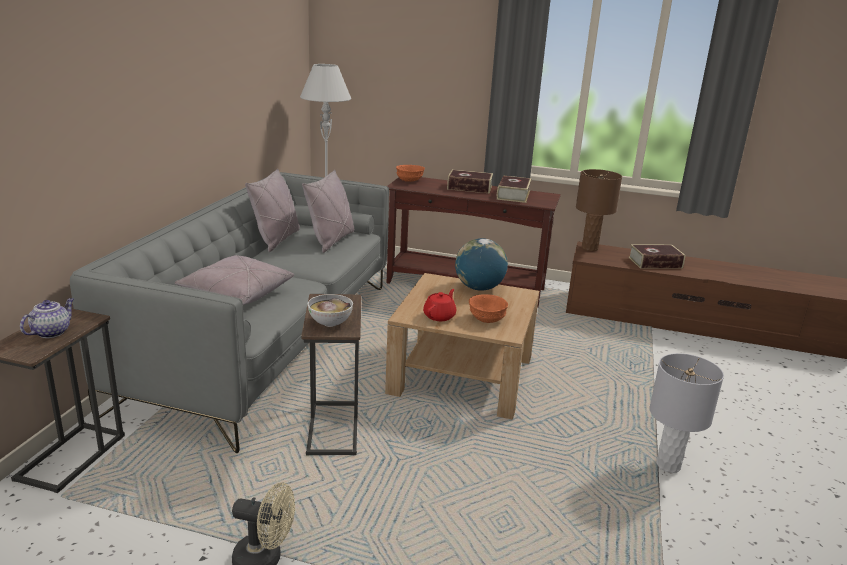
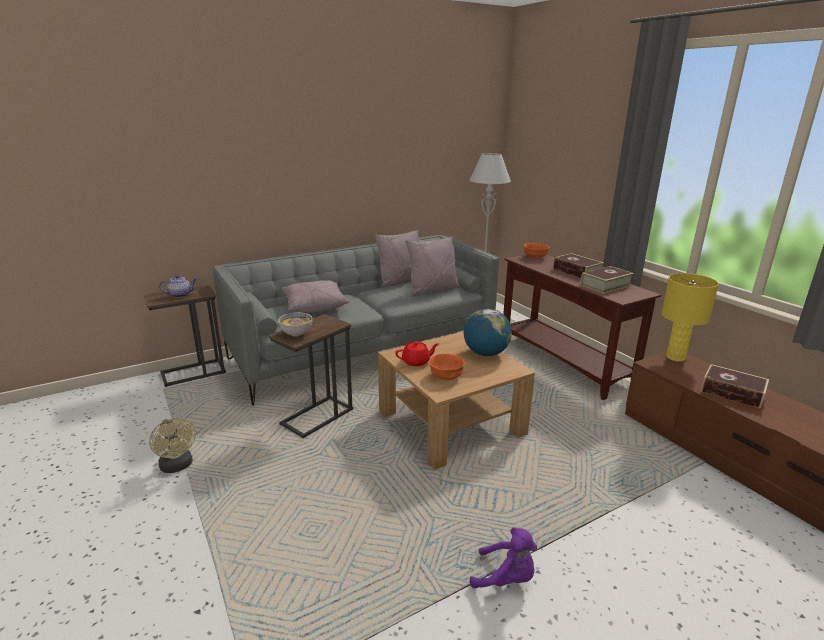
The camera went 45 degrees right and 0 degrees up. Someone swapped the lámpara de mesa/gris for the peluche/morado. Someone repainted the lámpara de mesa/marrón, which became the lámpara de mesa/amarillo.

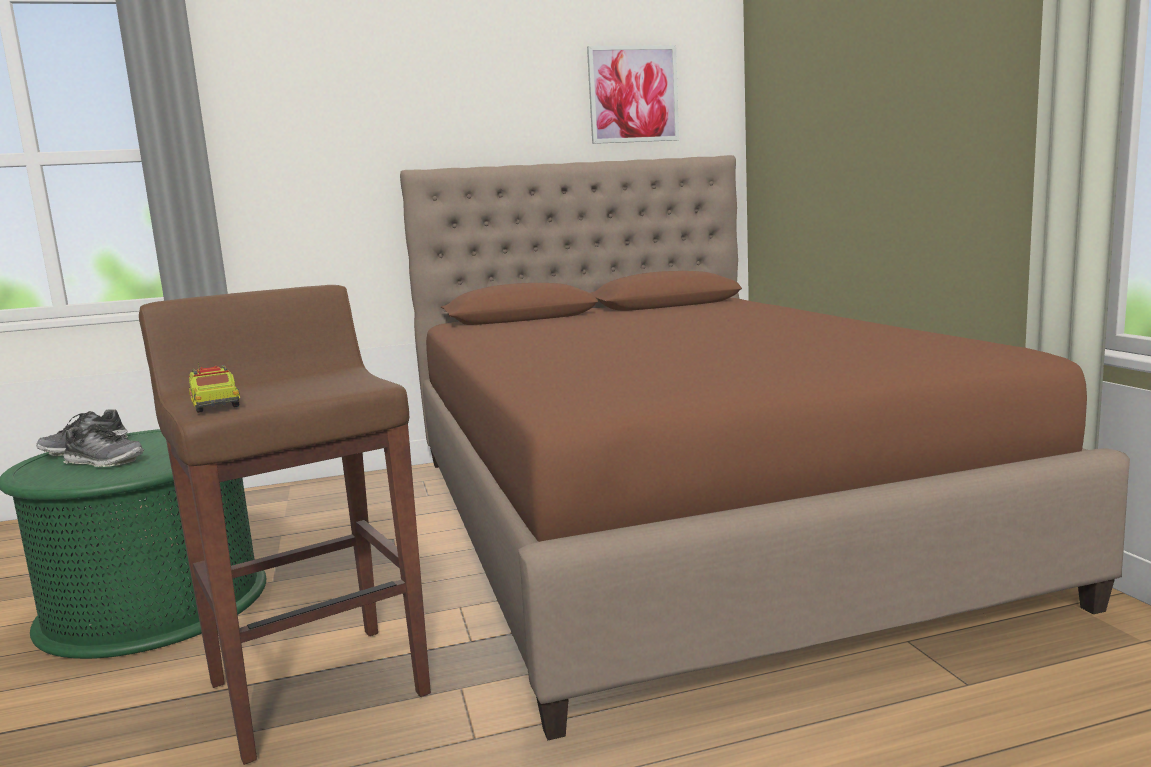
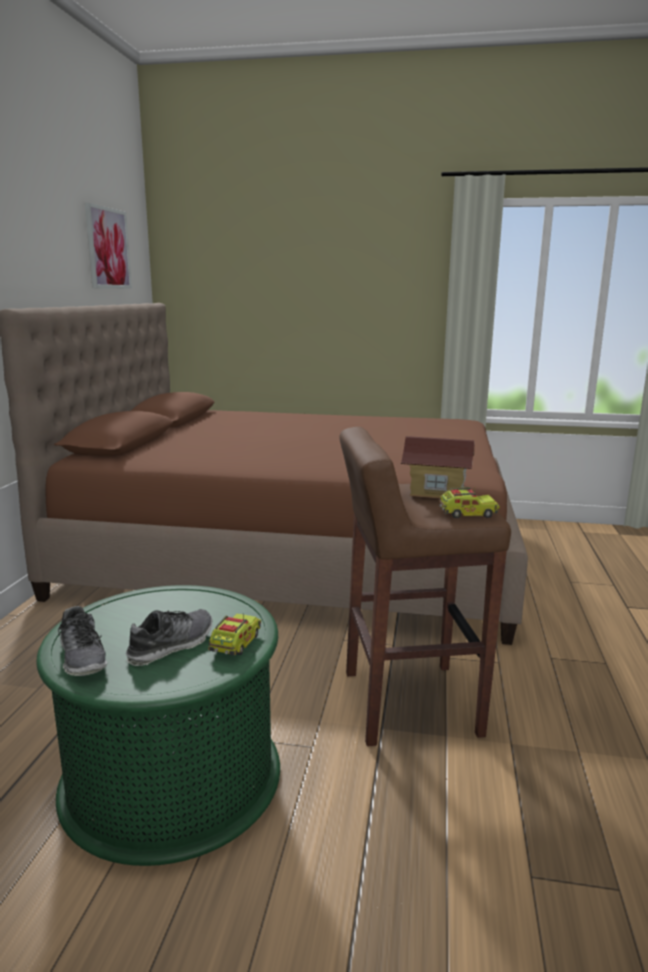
The camera went 65 degrees left and 5 degrees up. Someone put down the camión de juguete (no. 1 from left). Someone put down the casita.

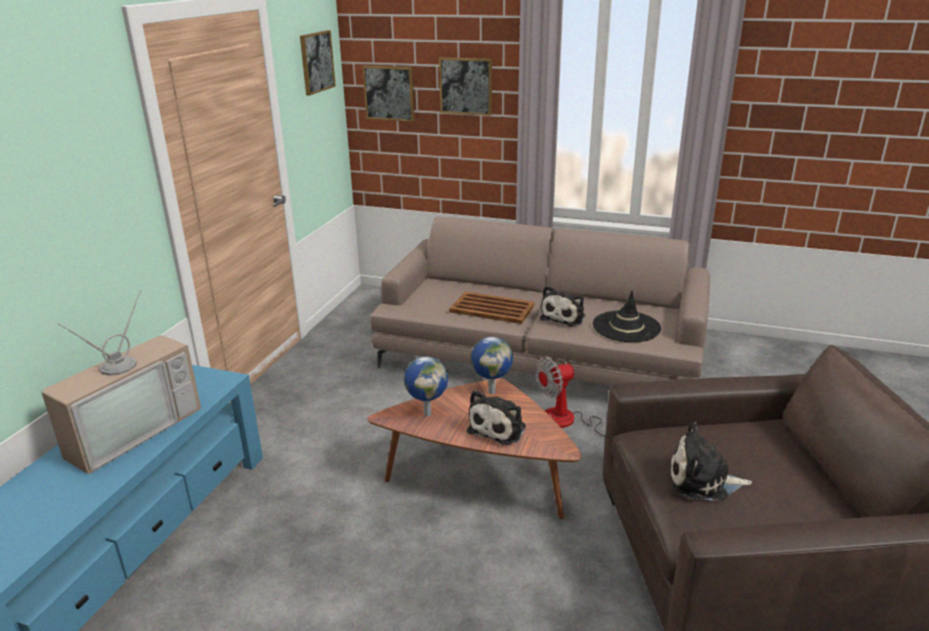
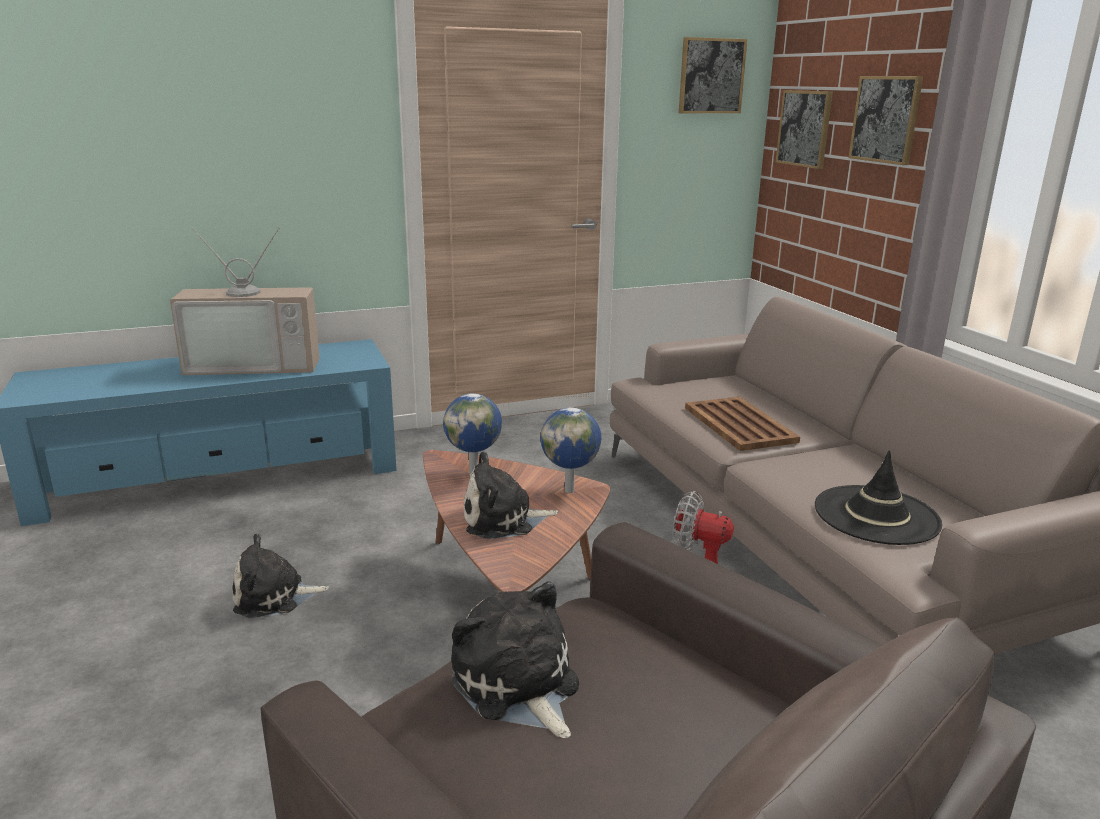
The camera went 50 degrees right and 5 degrees down. Someone carried the peluche (no. 2 from left in the first image).

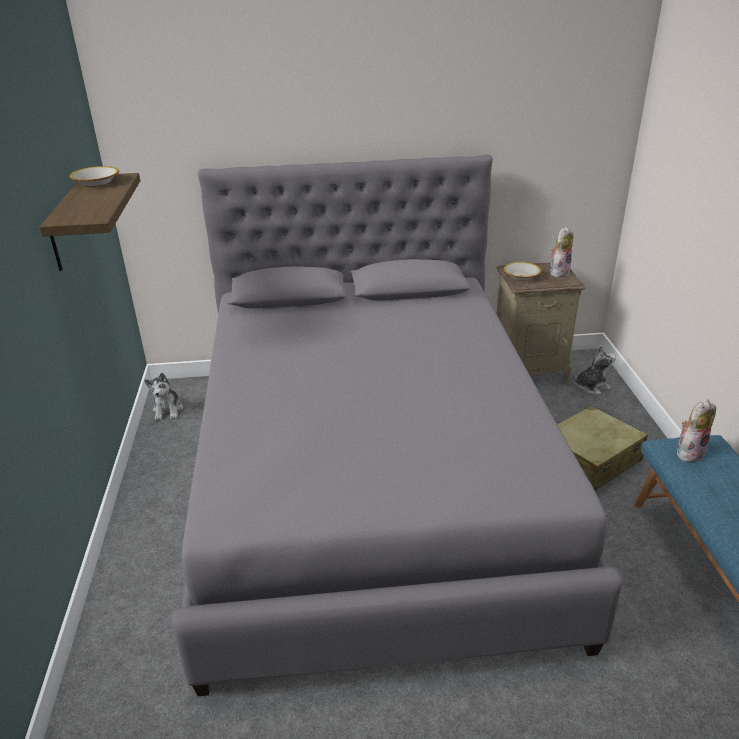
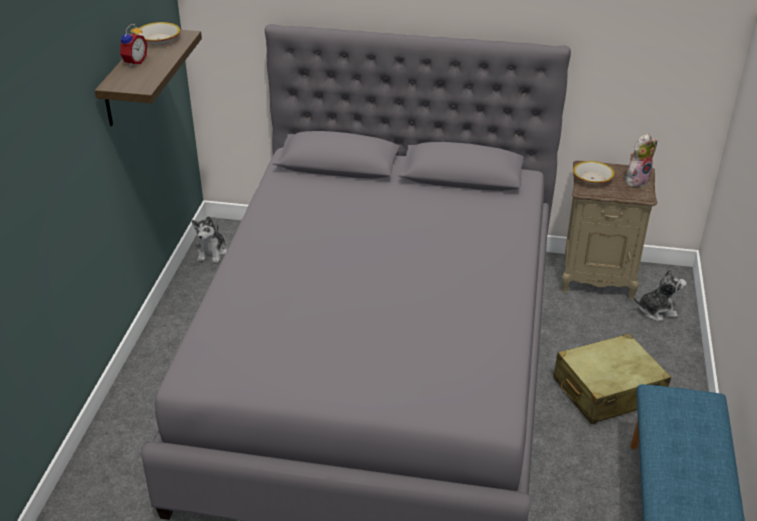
The camera went 15 degrees right and 5 degrees up. Someone put down the despertador. Someone took away the peluche (no. 4 from left).

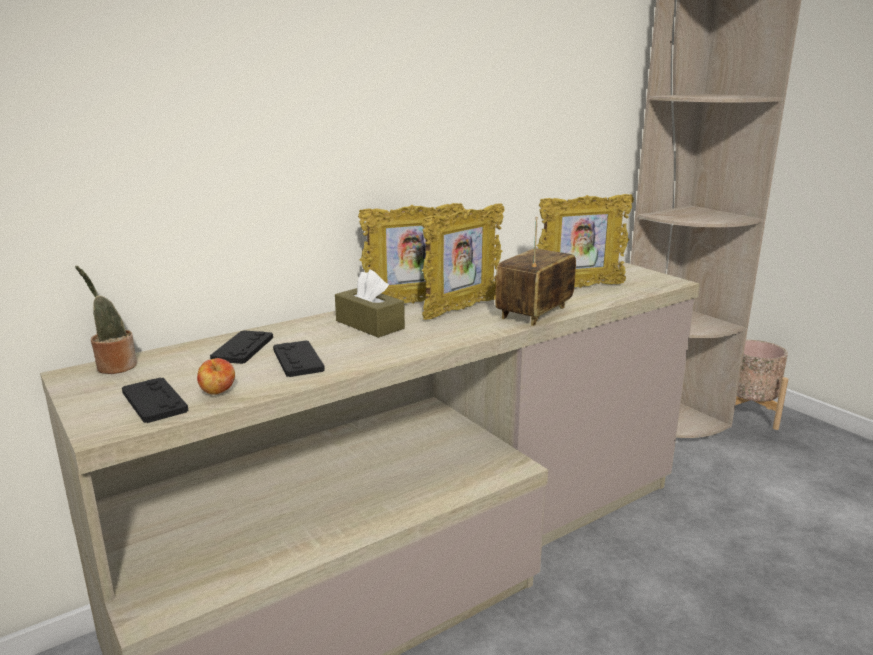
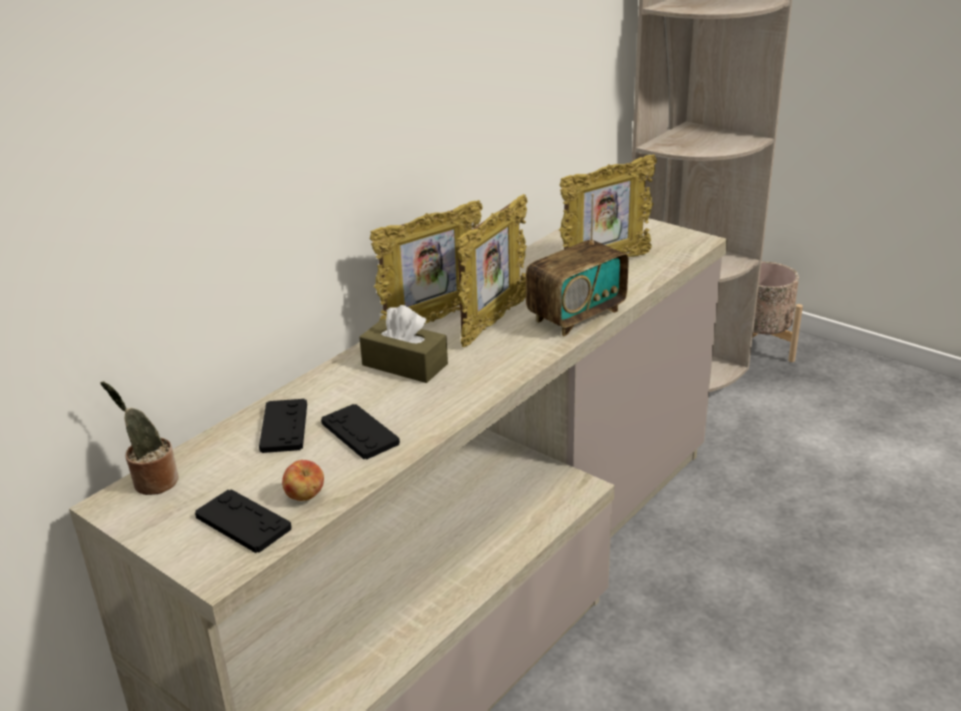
The camera went 15 degrees left and 10 degrees up. Someone rotated the radio by 150 degrees counterclockwise.

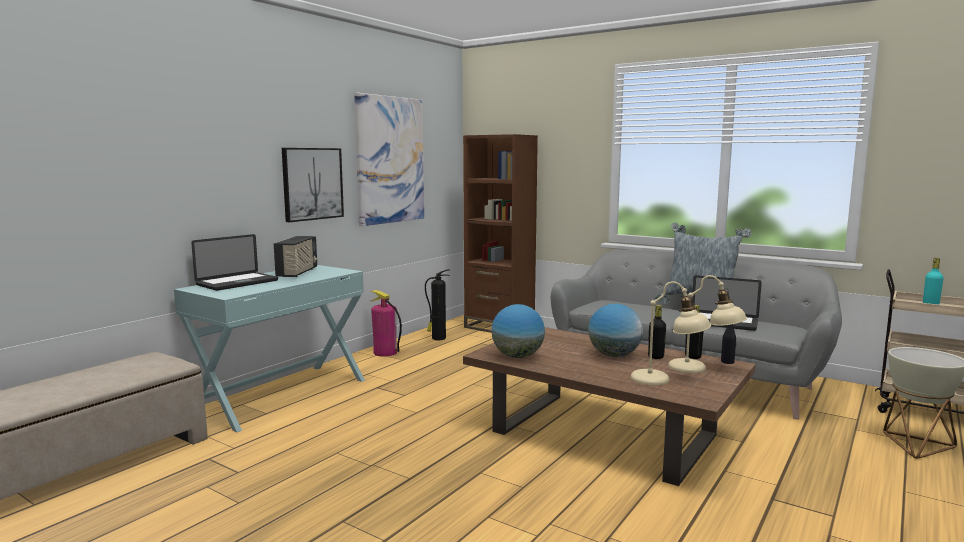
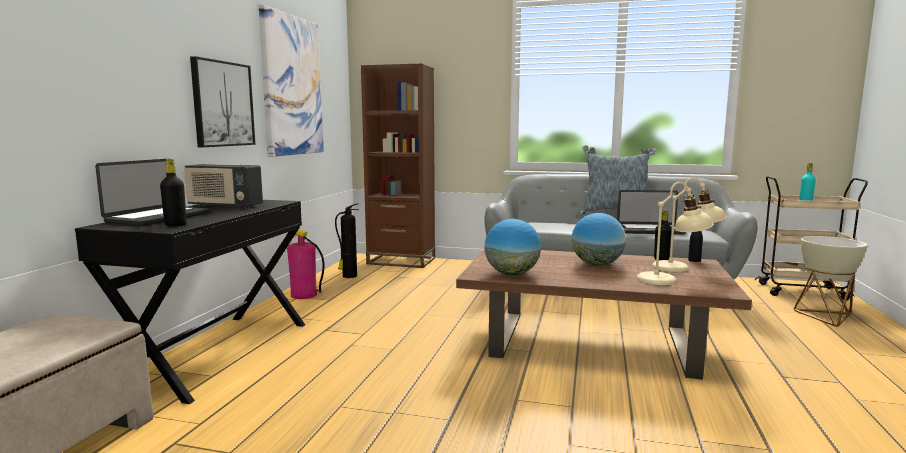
The camera went 20 degrees left and 0 degrees up. Someone repainted the escritorio/turquesa, which became the escritorio/negro. Someone carried the botella/negro (no. 1 from left). Someone rotated the radio by 120 degrees clockwise.

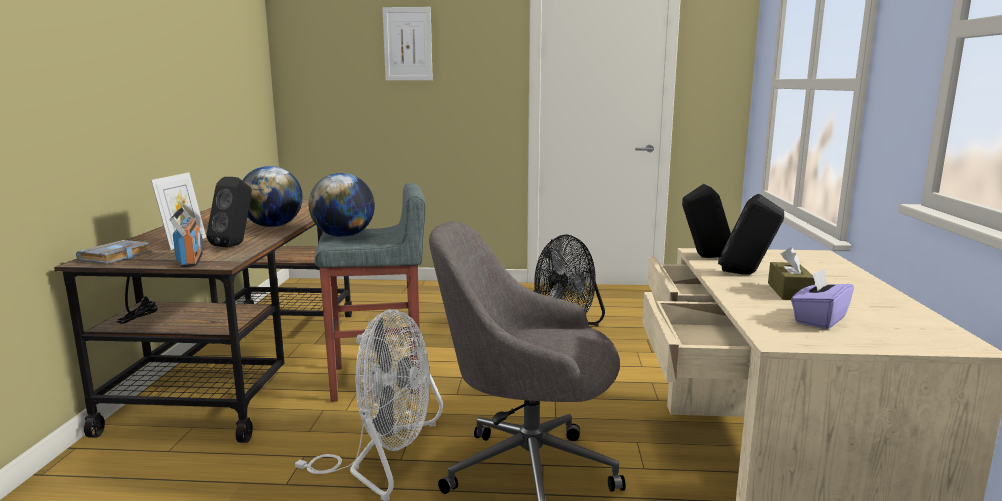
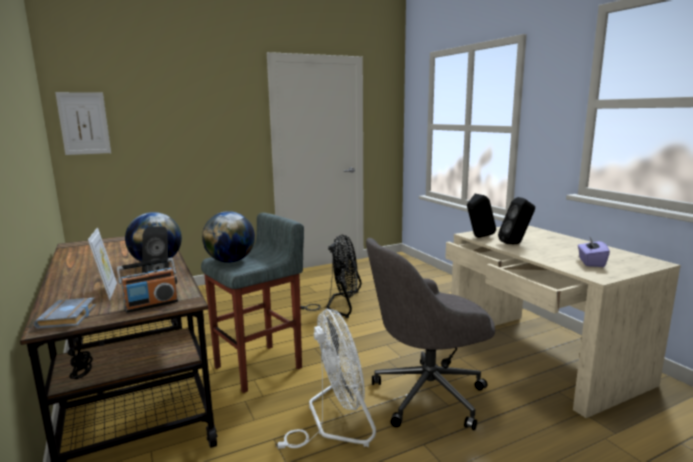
The camera went 30 degrees left and 0 degrees up. Someone carried the cuadro. Someone rotated the radio by 105 degrees clockwise. Someone took away the caja de pañuelos/marrón.

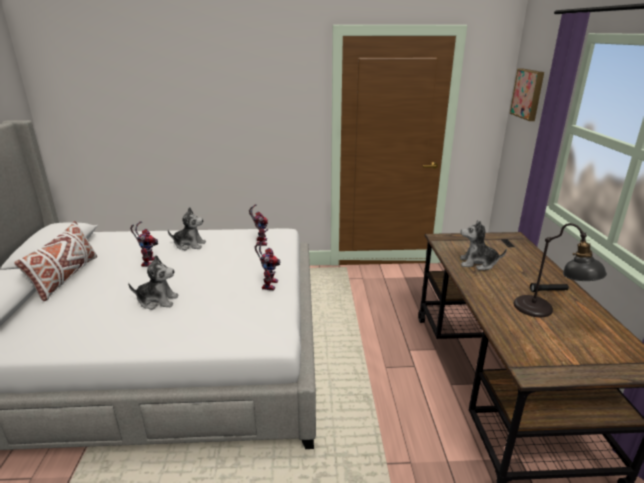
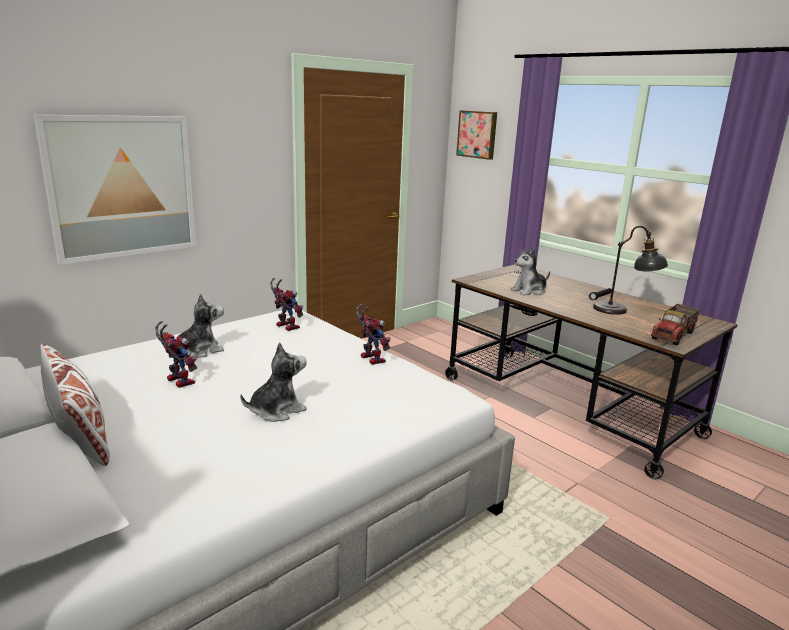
The camera went 40 degrees left and 5 degrees down. Someone put up the cuadro (no. 1 from left). Someone put down the camión de juguete.

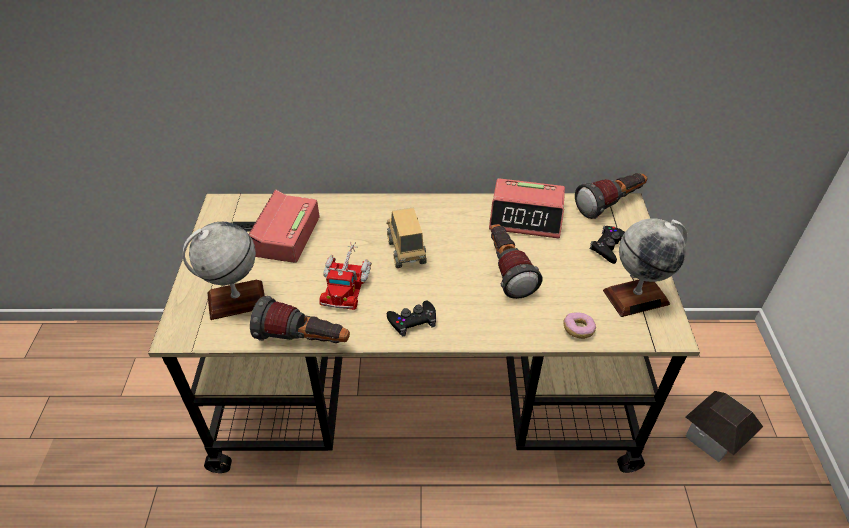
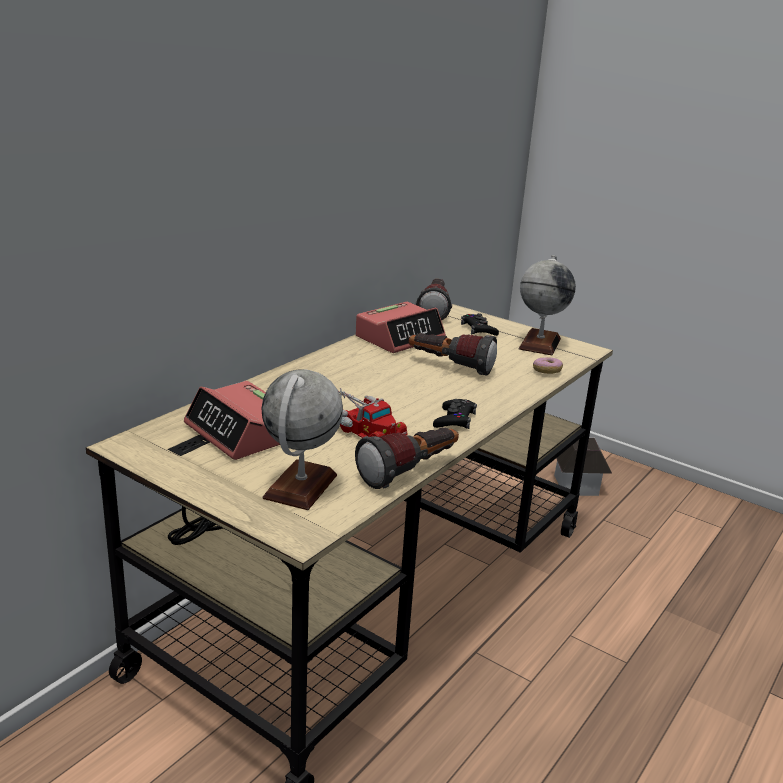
The camera went 55 degrees left and 20 degrees down. Someone took away the camión de juguete (no. 2 from left).

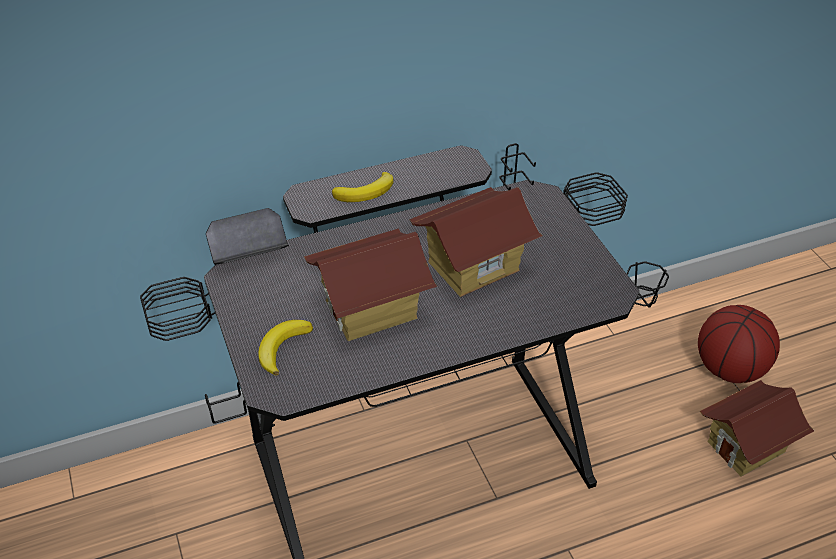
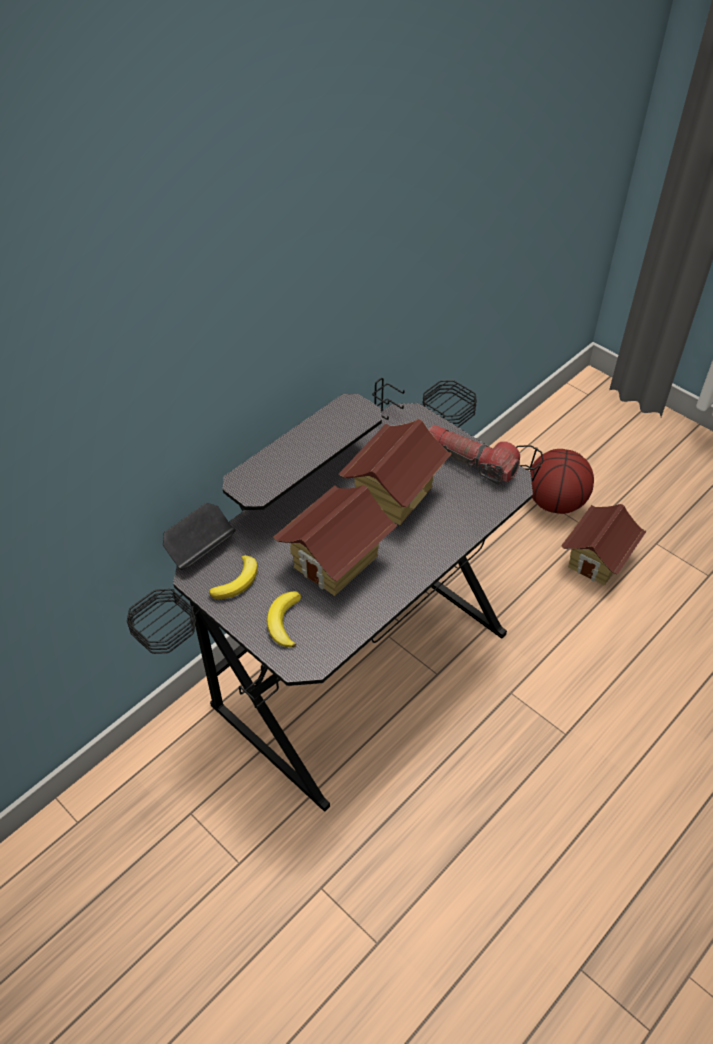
The camera went 25 degrees left and 5 degrees up. Someone carried the plátano (no. 2 from left in the first image). Someone put down the linterna.

